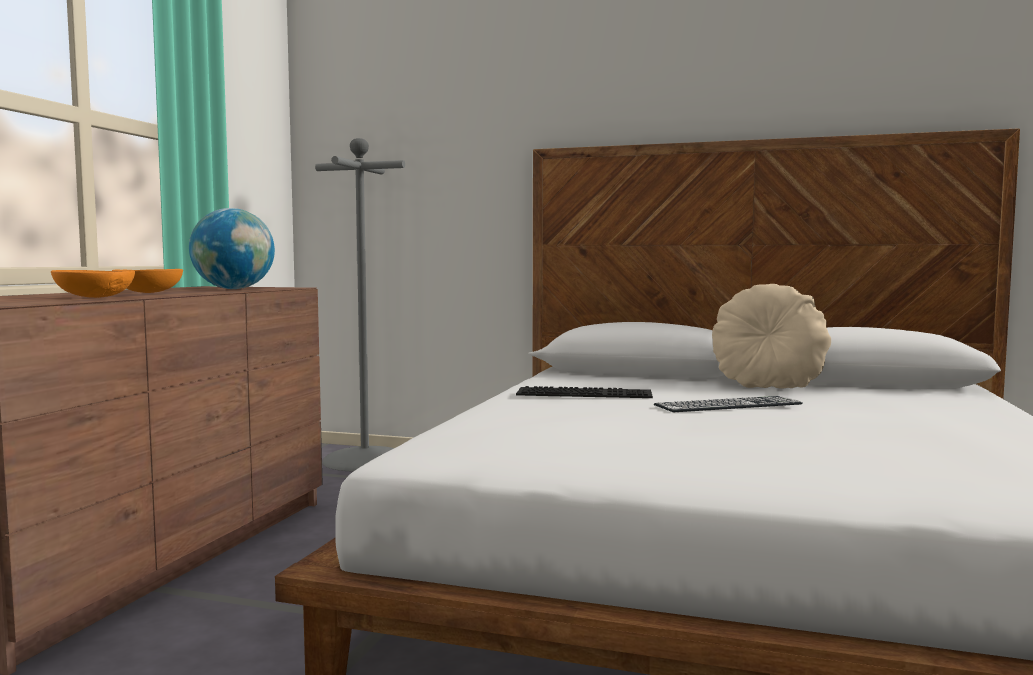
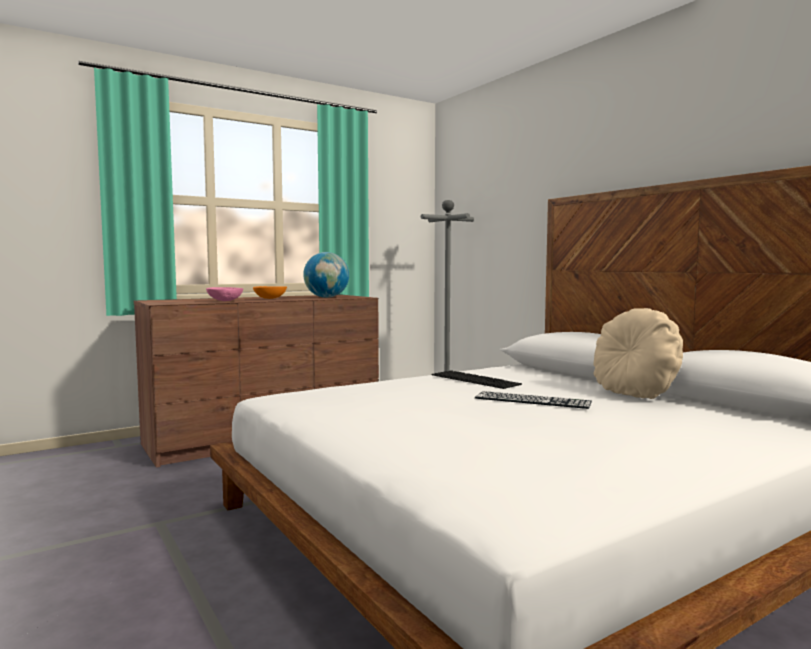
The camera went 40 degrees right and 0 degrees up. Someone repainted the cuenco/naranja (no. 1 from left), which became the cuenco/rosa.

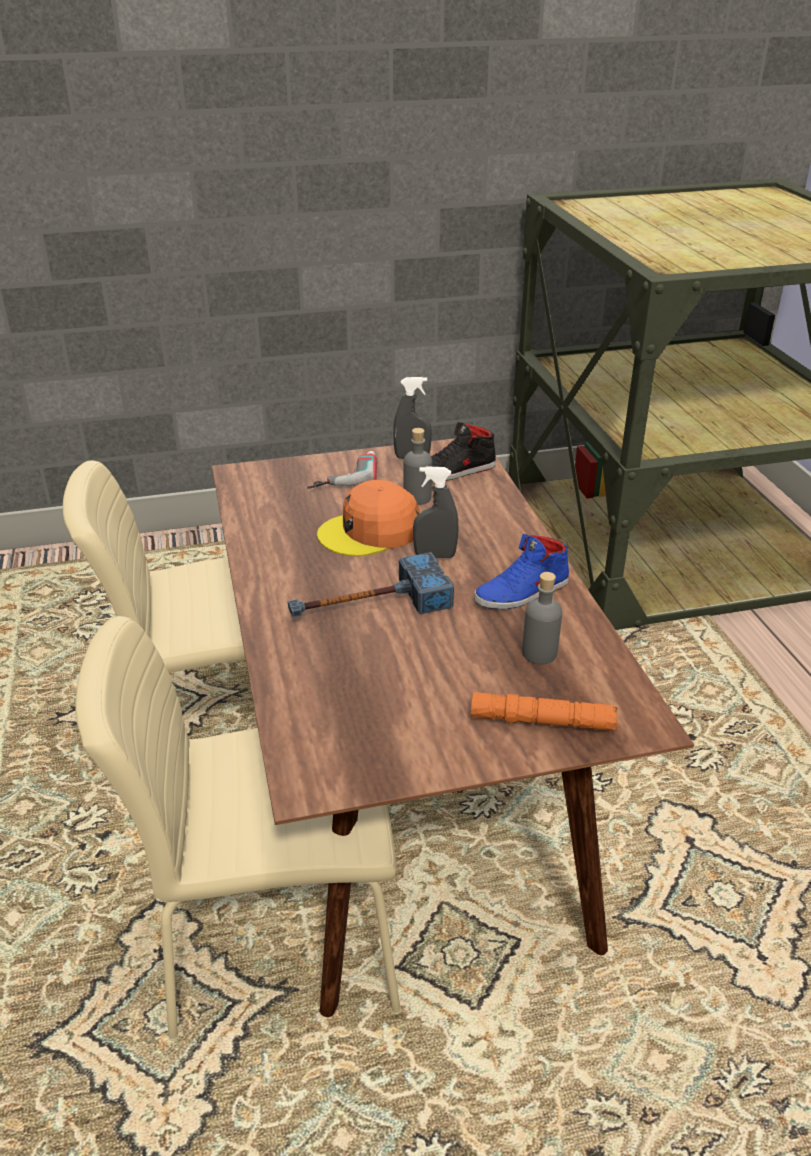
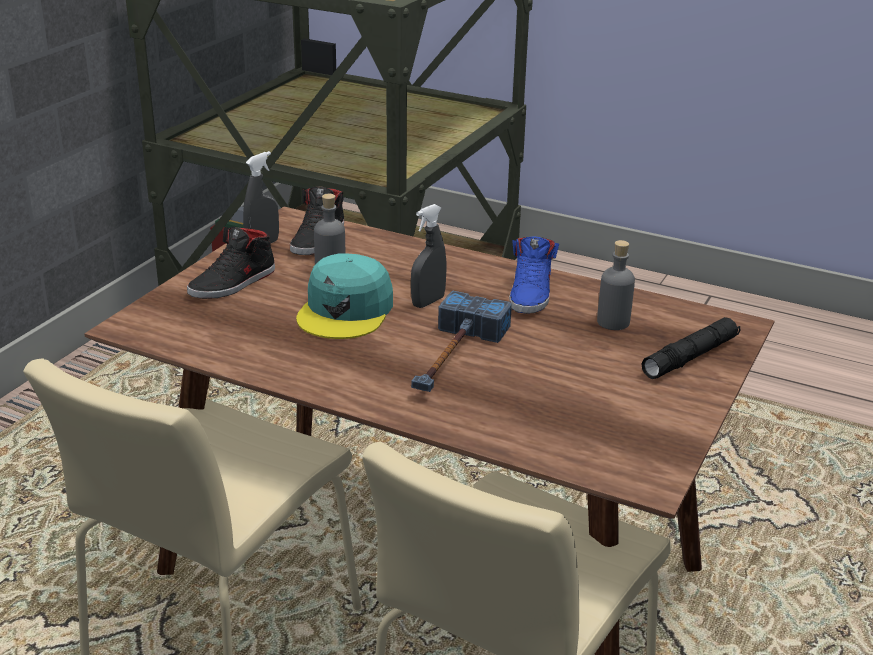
The camera went 50 degrees left and 5 degrees down. Someone swapped the taladro for the zapato/negro (no. 1 from left). Someone repainted the gorra/naranja, which became the gorra/turquesa. Someone repainted the linterna/naranja, which became the linterna/negro.

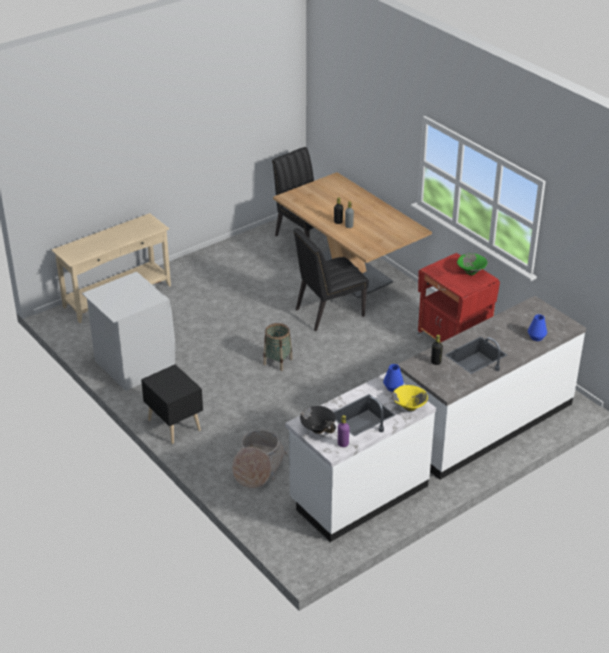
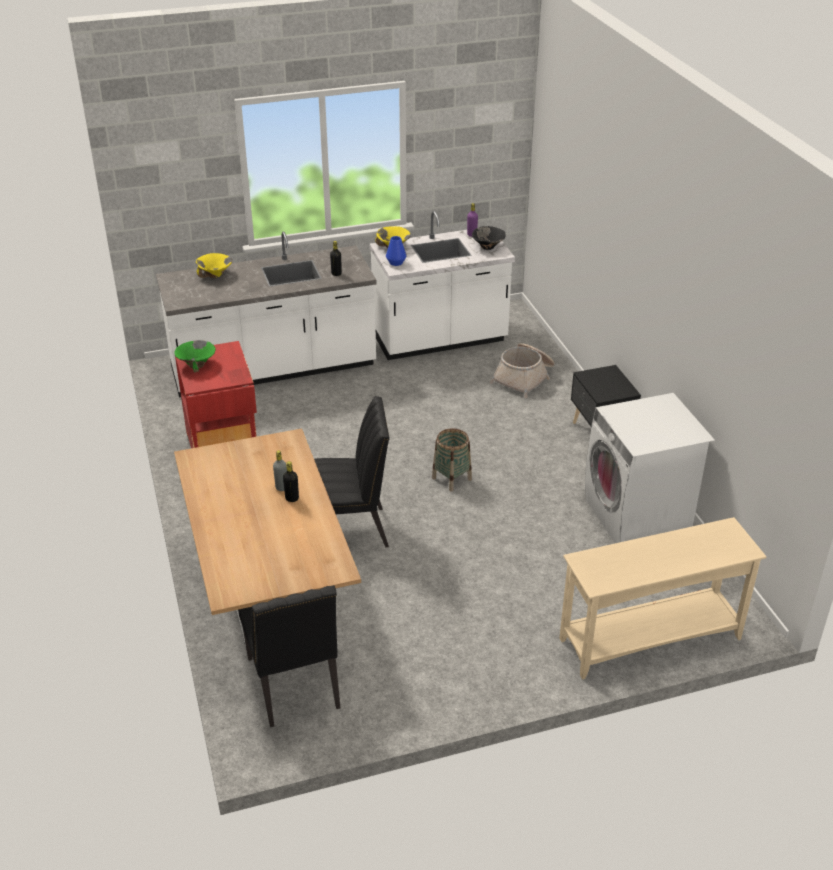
The camera went 160 degrees left and 0 degrees up. Someone swapped the florero/azul (no. 2 from left) for the cuenco/amarillo (no. 1 from left).

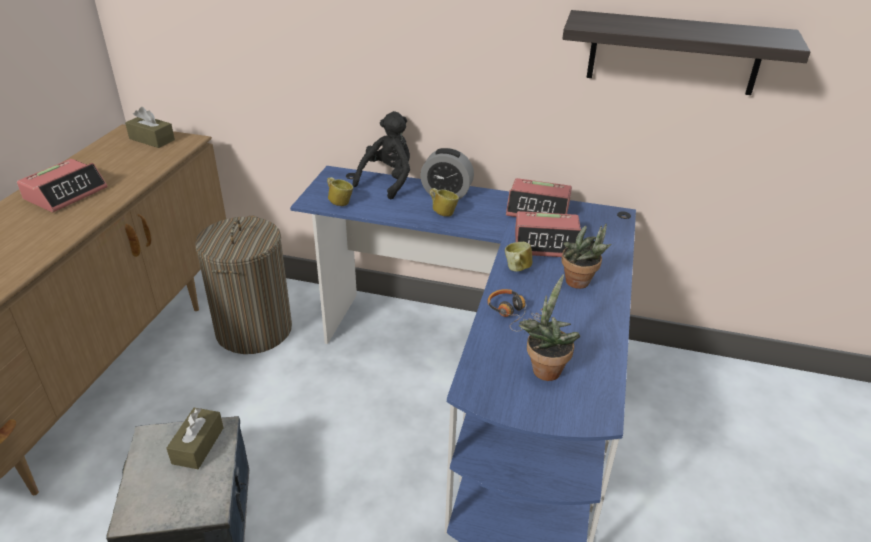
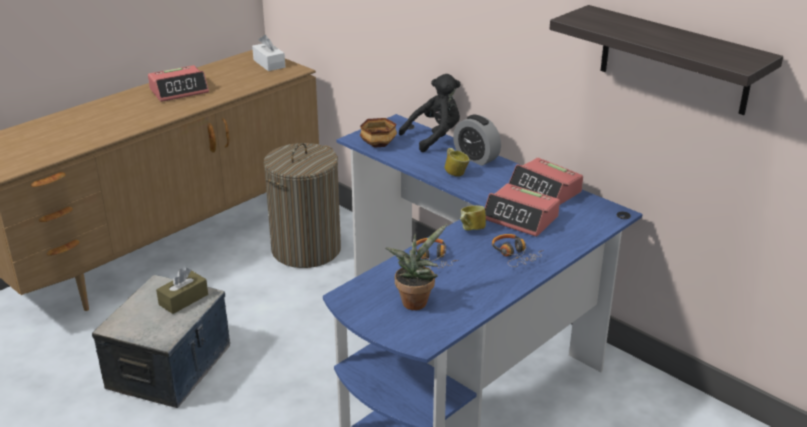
The camera went 30 degrees right and 5 degrees down. Someone repainted the caja de pañuelos/marrón (no. 1 from left), which became the caja de pañuelos/blanco. Someone swapped the taza grande (no. 1 from left) for the cuenco. Someone swapped the planta en maceta (no. 2 from left) for the auriculares (no. 2 from left).

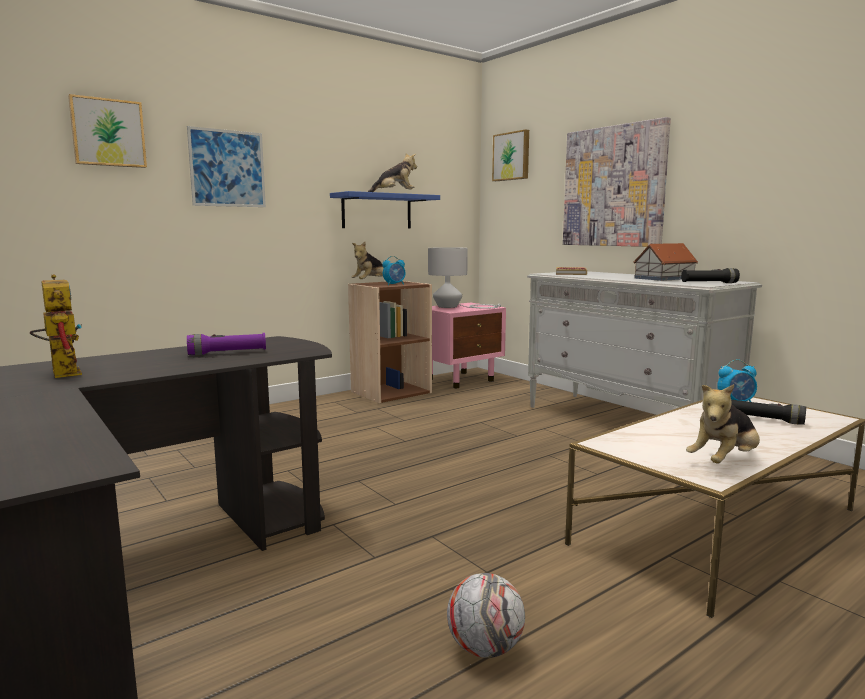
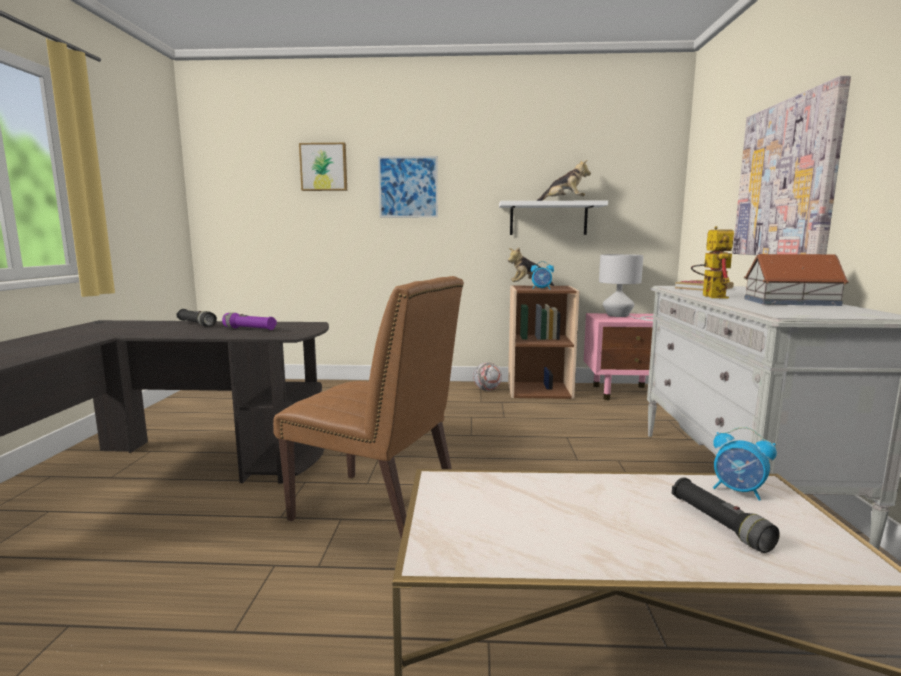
The camera went 40 degrees right and 0 degrees up. Someone carried the linterna/negro (no. 1 from left). Someone put down the silla/marrón. Someone carried the balón de fútbol. Someone repainted the estante/azul, which became the estante/blanco. Someone carried the robot de juguete. Someone took away the cuadro (no. 3 from left). Someone took away the peluche (no. 3 from left).

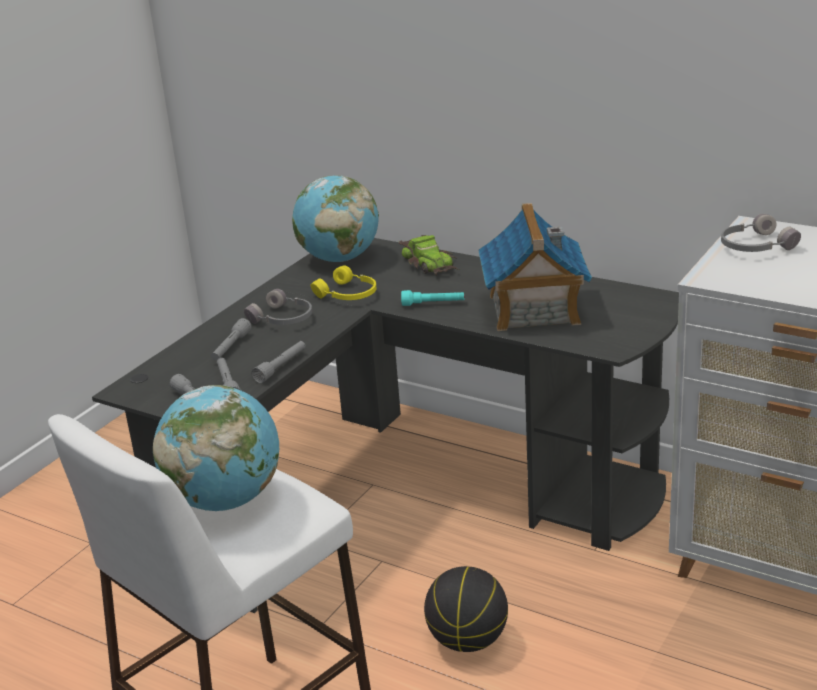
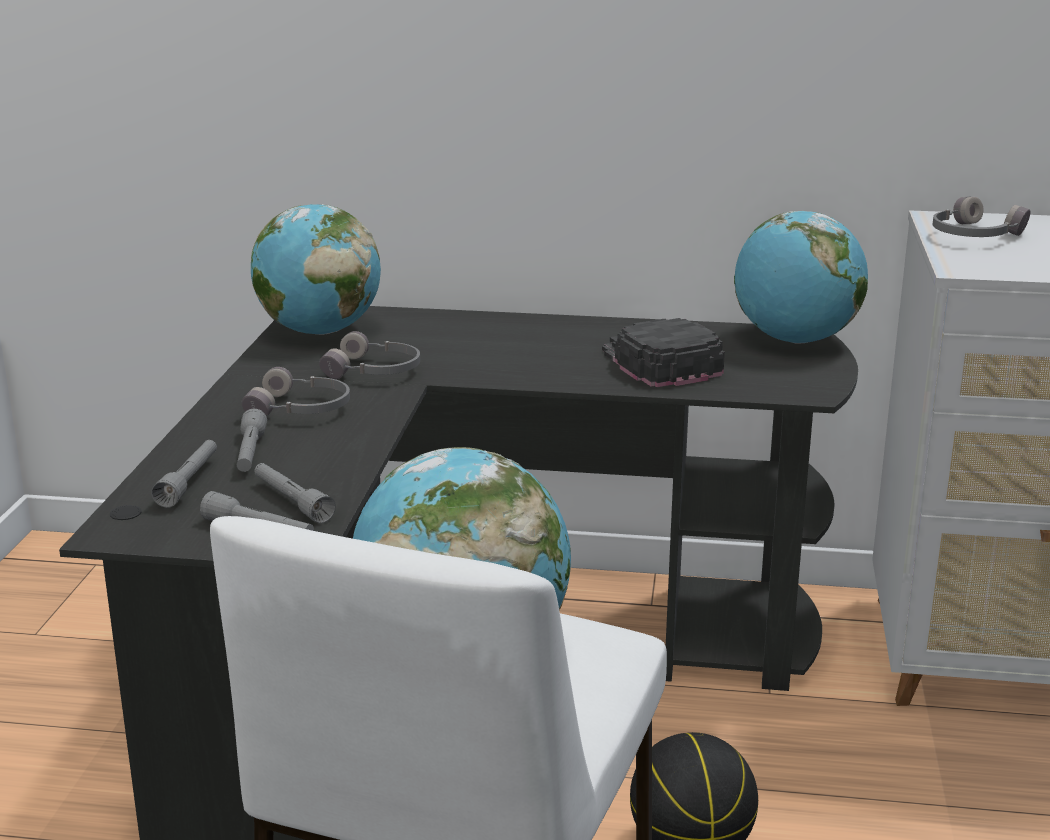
The camera went 25 degrees left and 5 degrees down. Someone carried the linterna/gris (no. 4 from left in the first image). Someone repainted the auriculares/amarillo, which became the auriculares/gris (no. 2 from left). Someone swapped the casita for the gorra/negro. Someone put down the globo terráqueo (no. 3 from left). Someone took away the coche de juguete. Someone took away the linterna/turquesa.

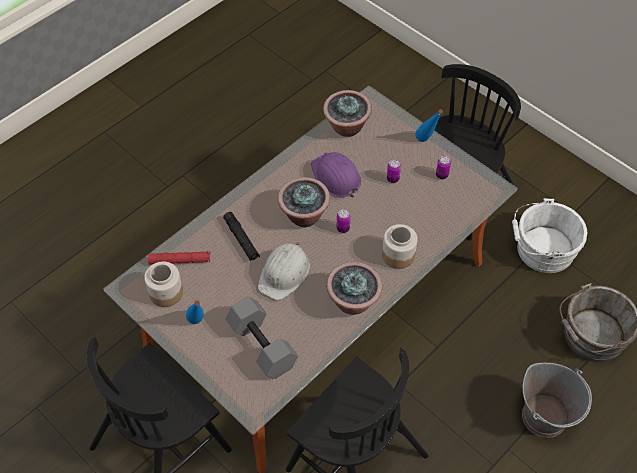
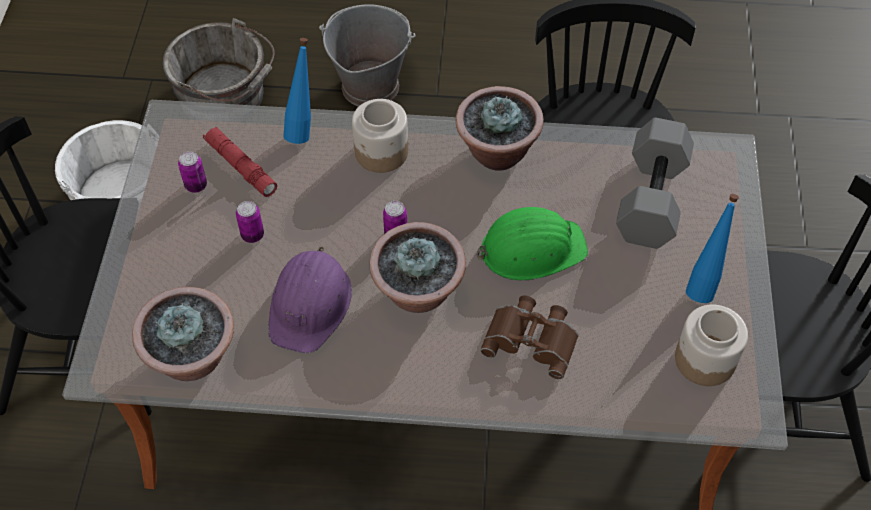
The camera went 130 degrees left and 0 degrees up. Someone carried the linterna/rojo. Someone carried the botella/azul (no. 2 from left in the first image). Someone repainted the casco/blanco, which became the casco/verde. Someone swapped the linterna/negro for the prismáticos/marrón.

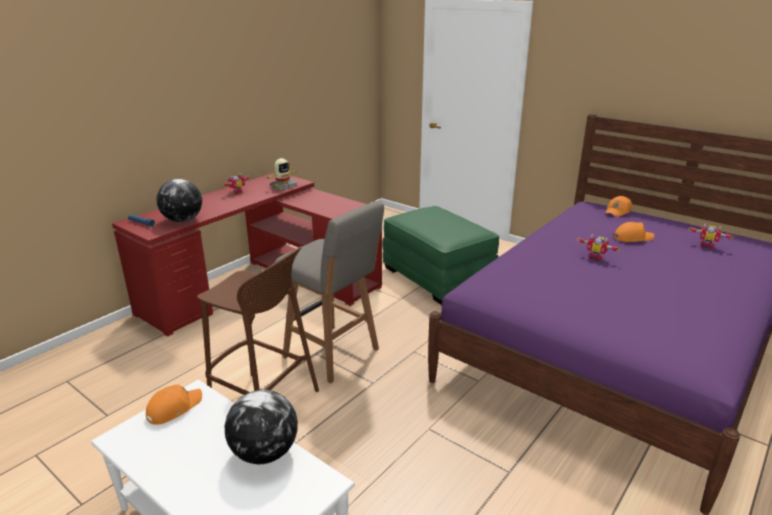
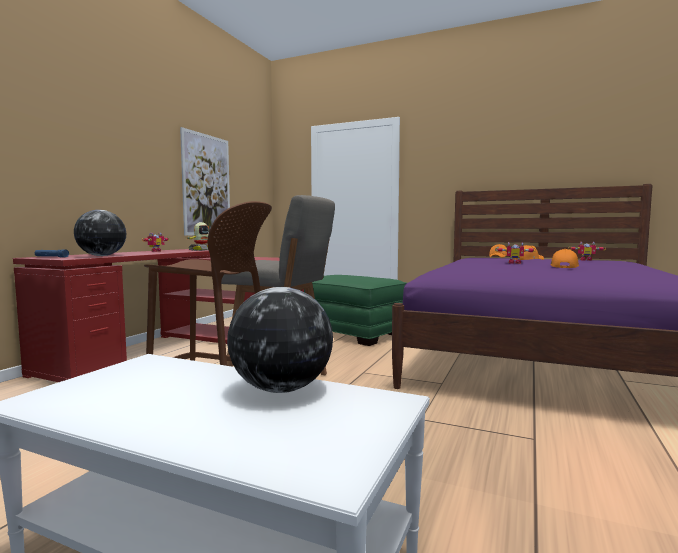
The camera went 15 degrees left and 20 degrees down. Someone put up the cuadro. Someone carried the gorra/naranja (no. 1 from left in the first image).

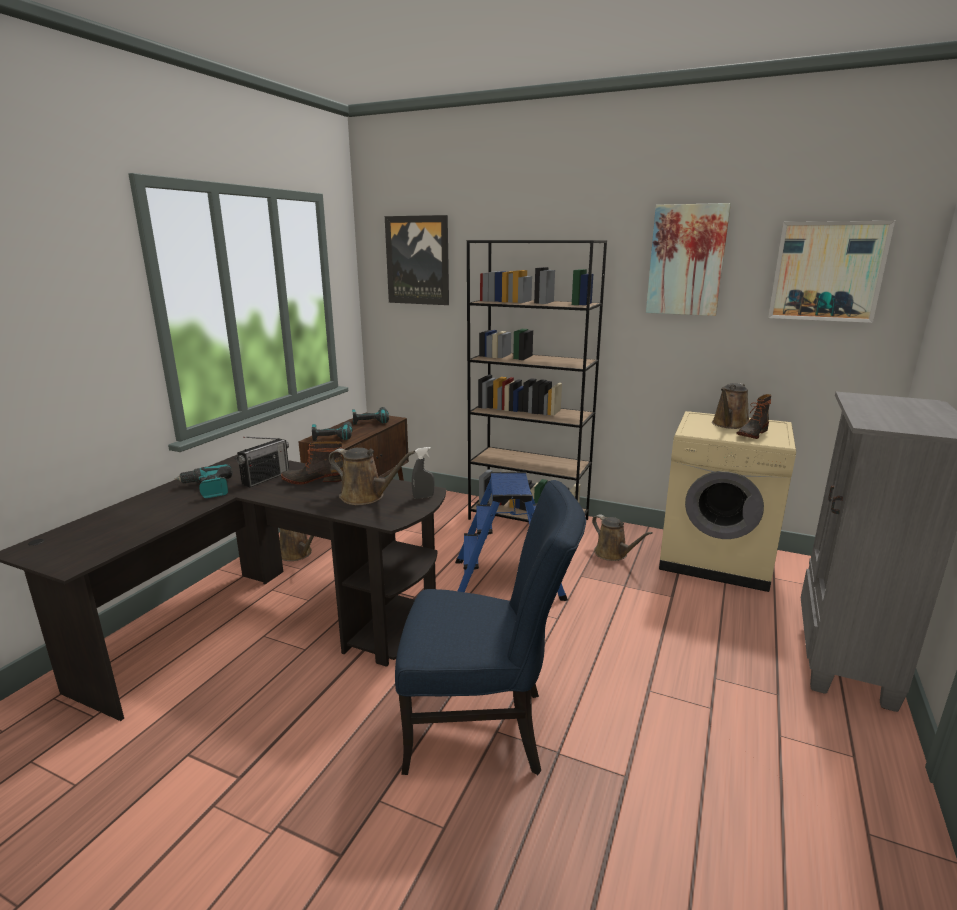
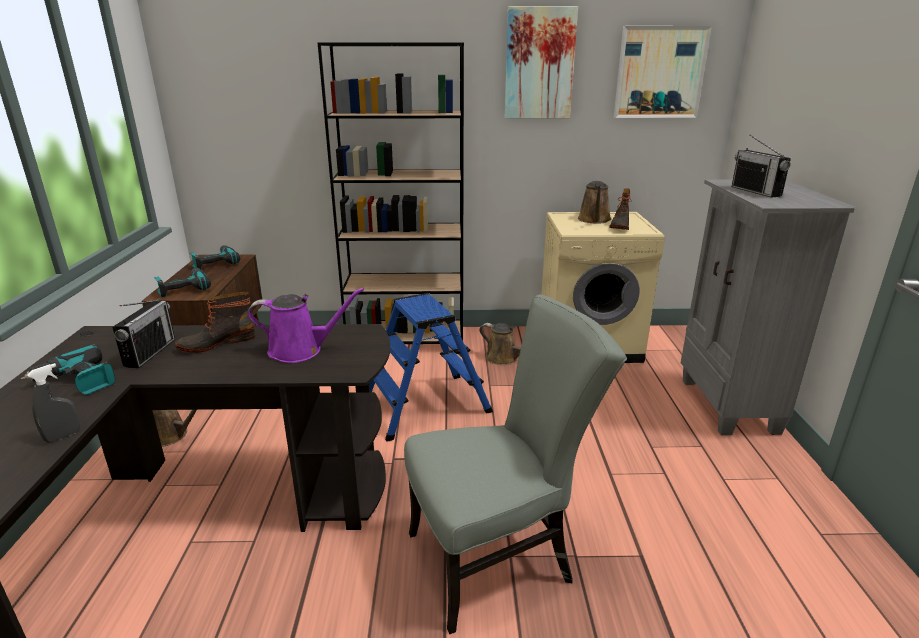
The camera went 25 degrees left and 5 degrees up. Someone carried the pulverizador/gris. Someone repainted the regadera/marrón (no. 2 from left), which became the regadera/morado. Someone repainted the silla/azul, which became the silla/gris. Someone put down the radio (no. 2 from left). Someone took away the cuadro (no. 1 from left).

